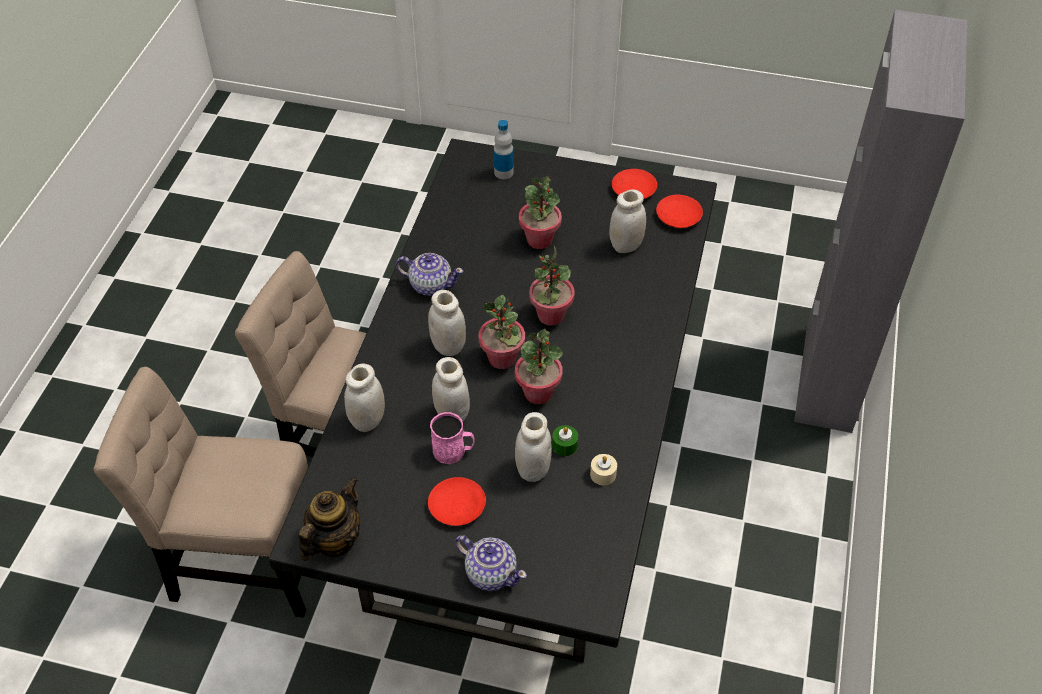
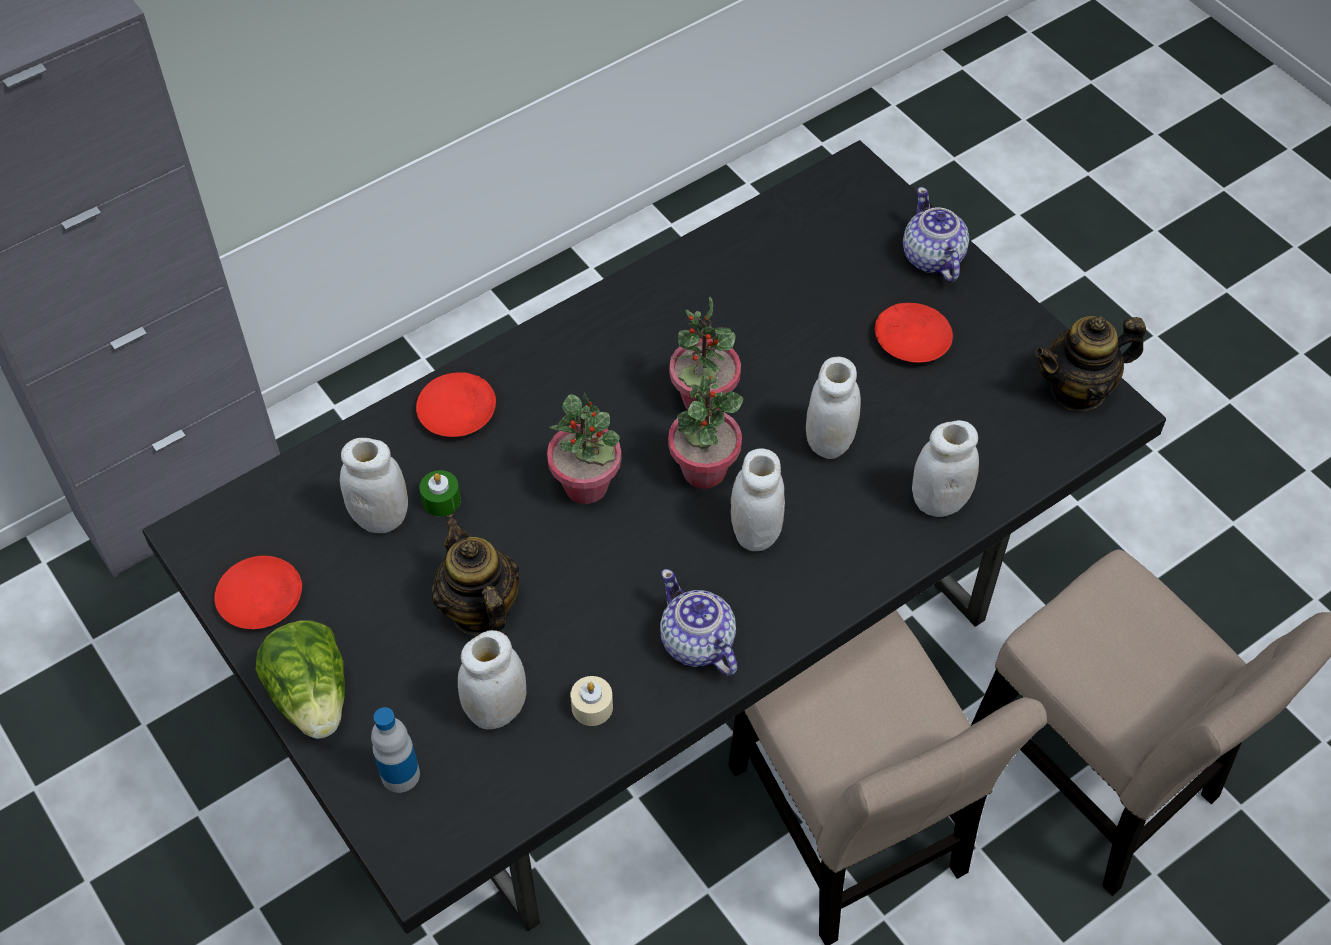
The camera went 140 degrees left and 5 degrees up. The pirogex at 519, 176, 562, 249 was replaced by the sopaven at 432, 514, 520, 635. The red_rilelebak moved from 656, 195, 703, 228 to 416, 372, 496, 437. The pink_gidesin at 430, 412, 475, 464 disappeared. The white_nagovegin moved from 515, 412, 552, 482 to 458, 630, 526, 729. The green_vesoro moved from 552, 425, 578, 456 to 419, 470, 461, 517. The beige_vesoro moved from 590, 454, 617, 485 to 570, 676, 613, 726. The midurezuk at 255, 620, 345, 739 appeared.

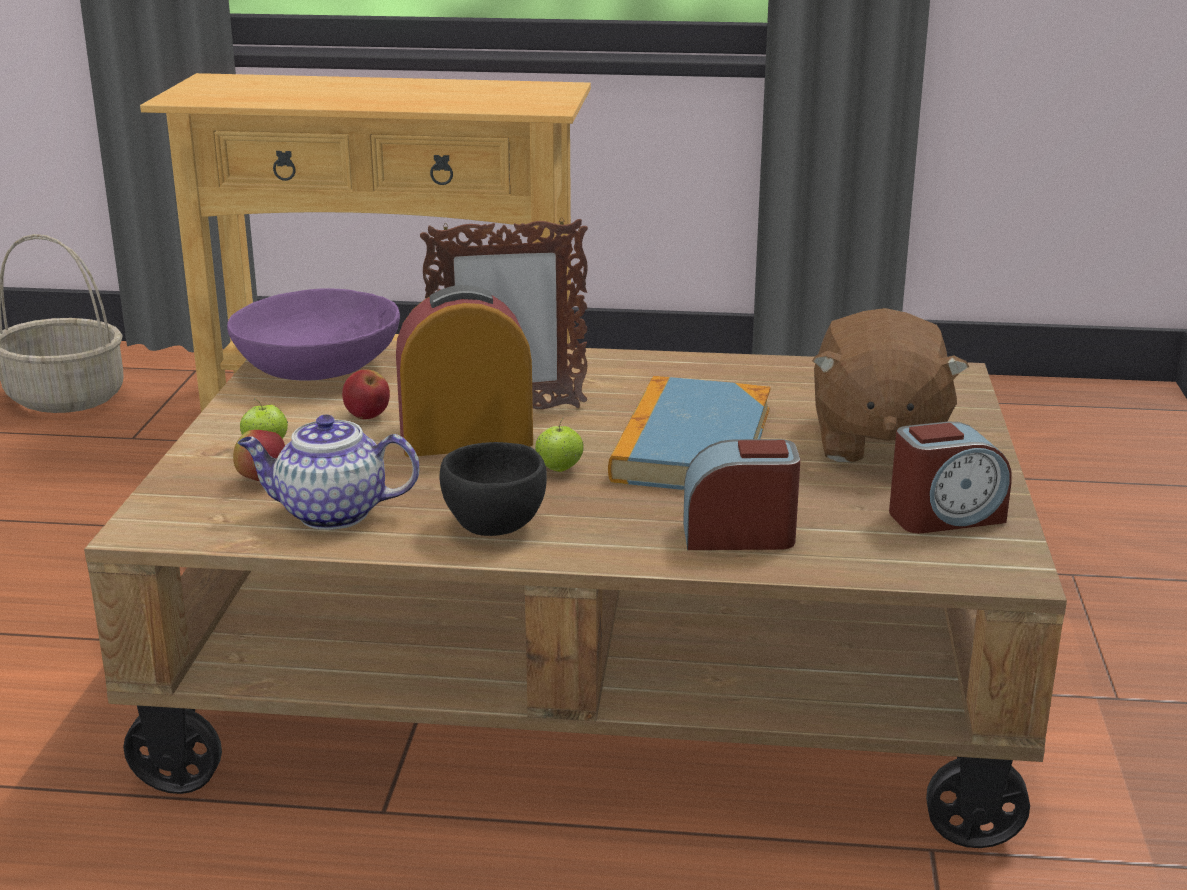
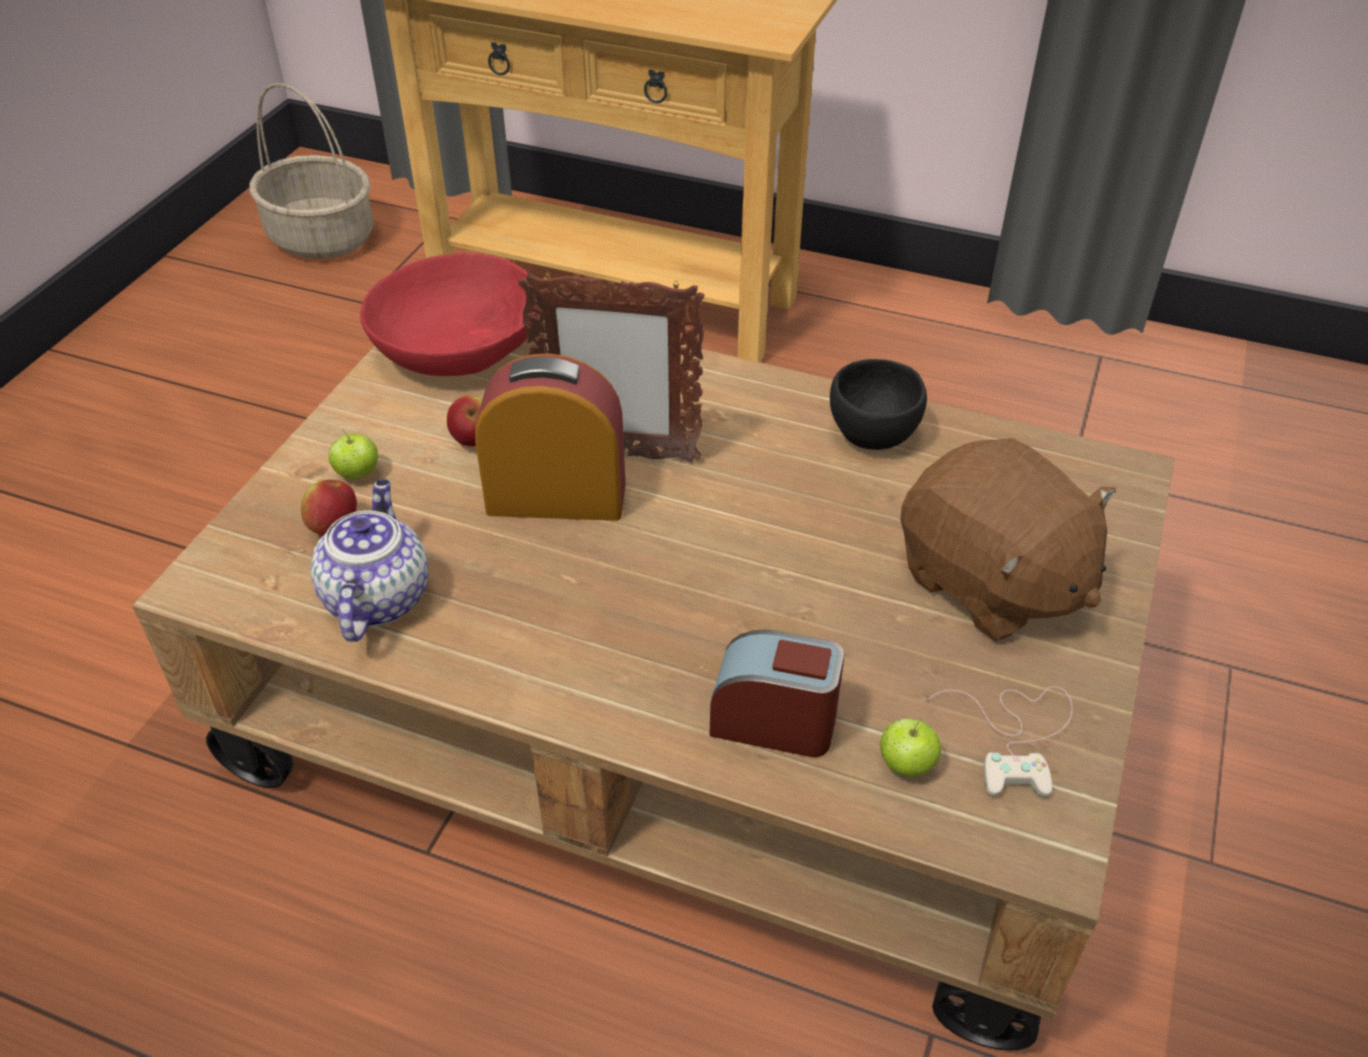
The camera went 15 degrees right and 20 degrees up. The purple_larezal at 227, 288, 400, 381 became the red_larezal at 360, 253, 538, 376. The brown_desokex at 812, 308, 969, 463 turned 60 degrees counterclockwise. The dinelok at 608, 376, 771, 490 disappeared. The sopaven at 238, 414, 419, 530 turned 75 degrees clockwise. The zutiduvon moved from 535, 418, 584, 472 to 879, 718, 941, 777. The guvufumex at 889, 422, 1012, 533 was replaced by the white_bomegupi at 929, 686, 1073, 797. The black_larezal moved from 440, 442, 547, 536 to 830, 359, 927, 450.

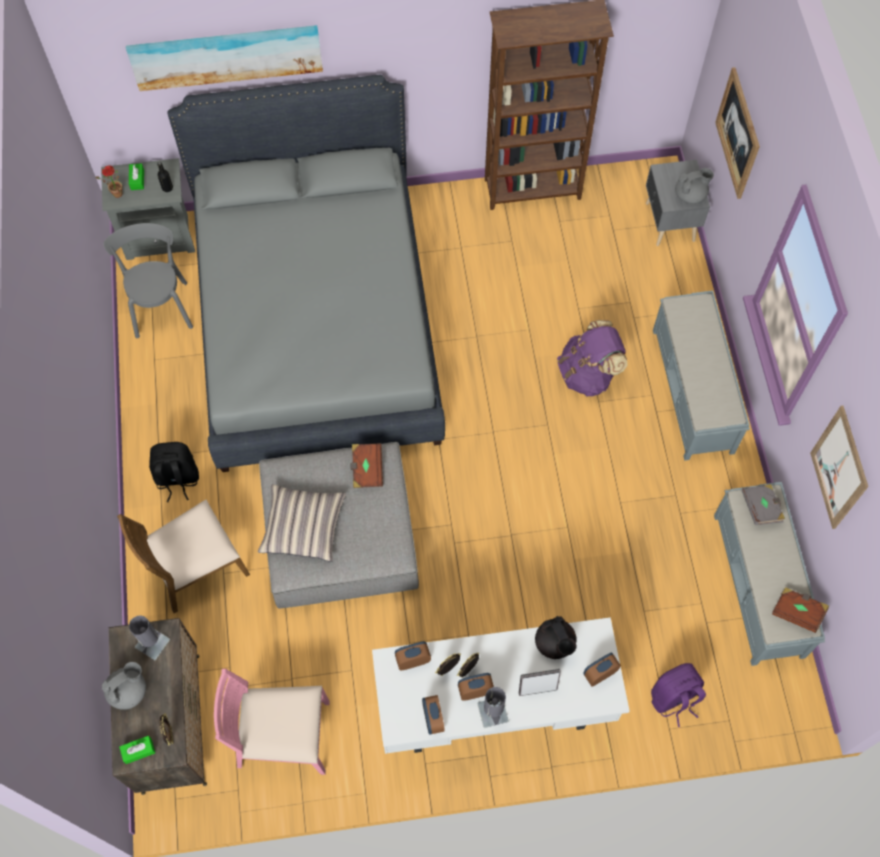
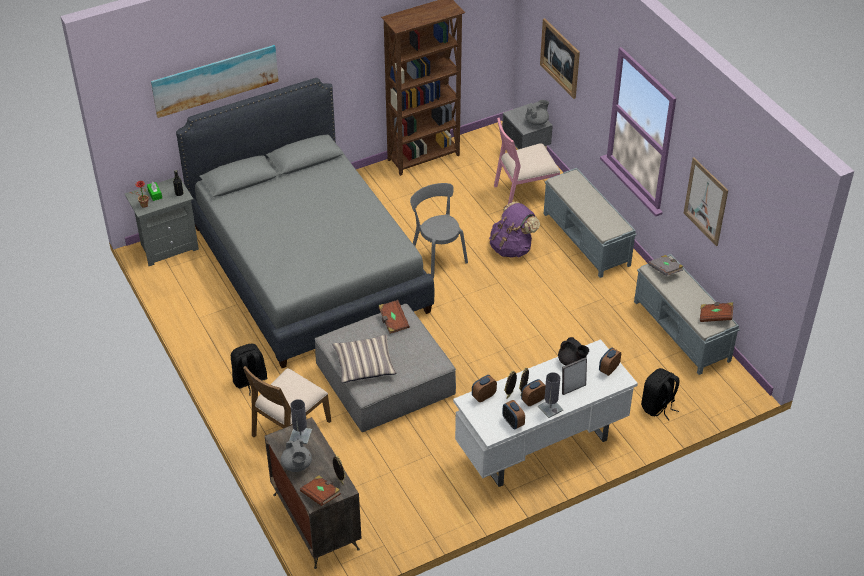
The camera went 20 degrees left and 20 degrees down. The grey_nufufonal moved from 103, 223, 193, 338 to 410, 183, 468, 278. The grey_sopaven at 102, 662, 146, 710 turned 135 degrees clockwise. The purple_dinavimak at 651, 663, 706, 727 became the black_dinavimak at 641, 368, 680, 421. The pink_nufufonal moved from 214, 669, 330, 775 to 494, 118, 560, 204. The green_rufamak at 119, 736, 155, 764 was replaced by the brown_dinelok at 300, 475, 341, 506.

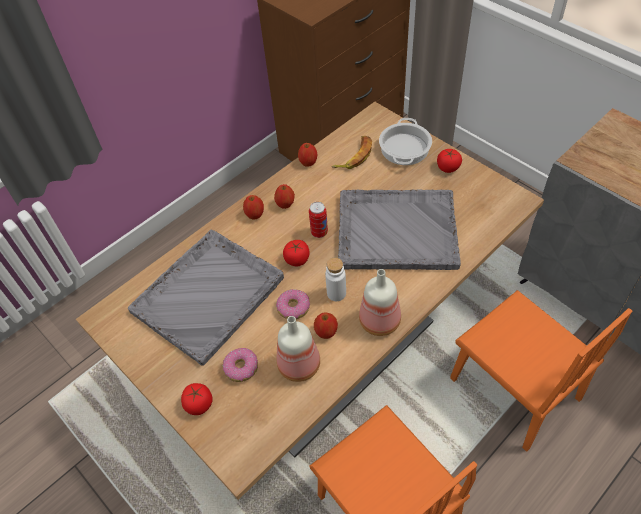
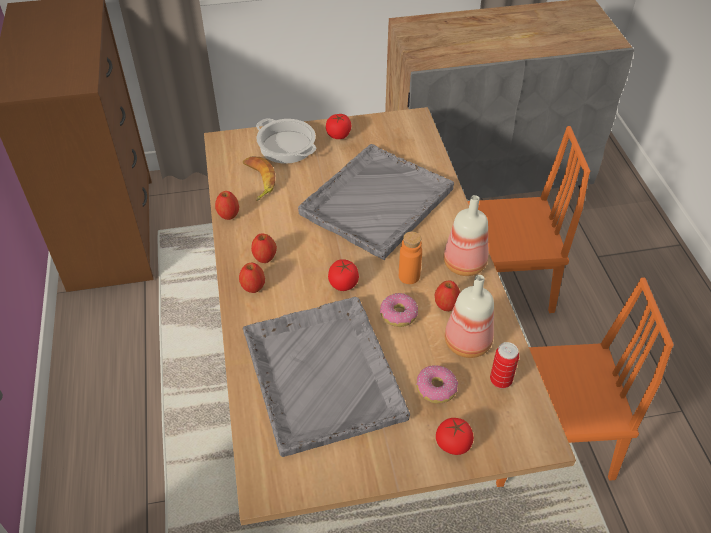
The camera went 60 degrees left and 5 degrees down. The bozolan moved from 309, 202, 328, 238 to 490, 342, 519, 388. The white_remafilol at 325, 258, 346, 301 became the orange_remafilol at 399, 231, 422, 284.

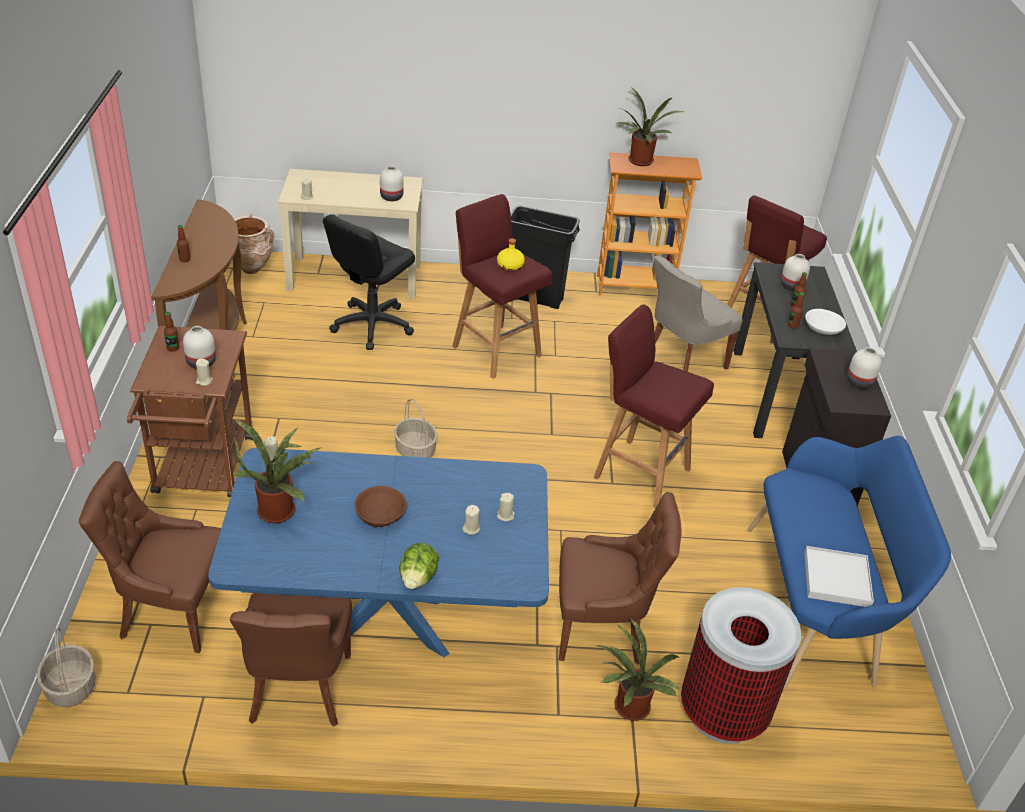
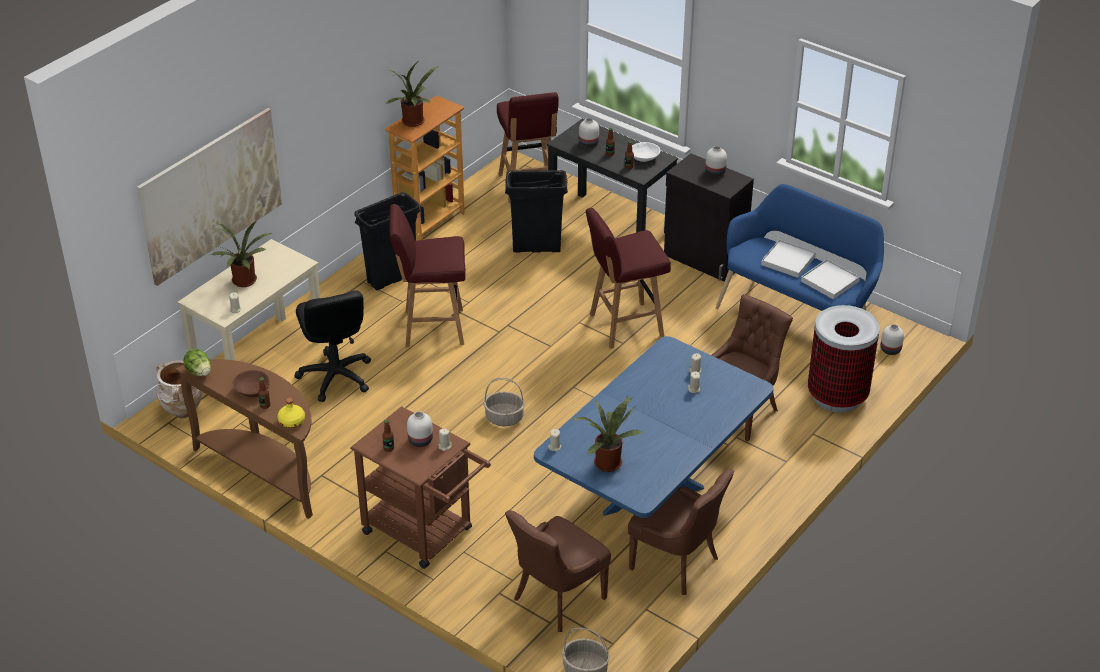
The camera went 50 degrees left and 0 degrees up. The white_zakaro moved from 380, 166, 404, 201 to 881, 324, 904, 355. The yellow_remafilol moved from 497, 238, 525, 271 to 277, 398, 305, 428. The grey_nufufonal at 653, 256, 743, 372 was replaced by the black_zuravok at 505, 170, 568, 253. The brown_larezal moved from 355, 486, 407, 527 to 233, 370, 270, 397. The midurezuk moved from 400, 543, 439, 589 to 183, 348, 211, 376. The pirogex moved from 597, 619, 680, 721 to 211, 221, 272, 287. The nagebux at 137, 108, 282, 286 appeared. The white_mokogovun at 761, 239, 816, 278 appeared.

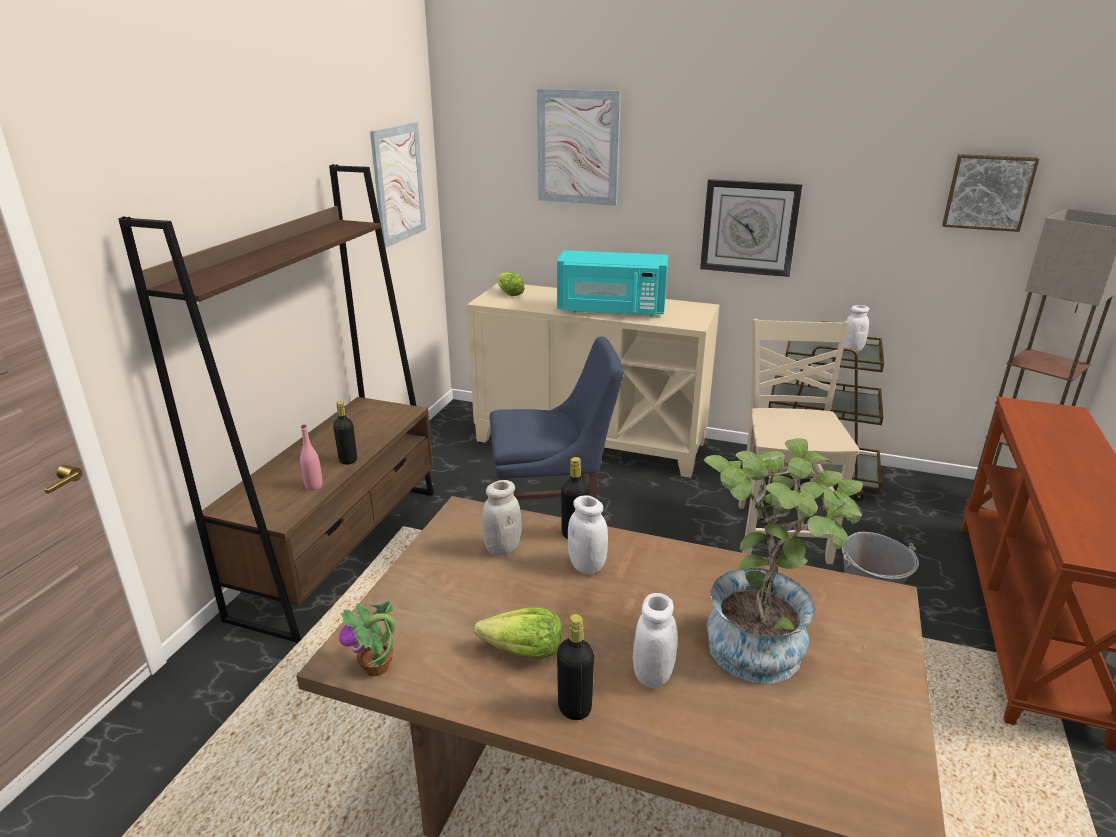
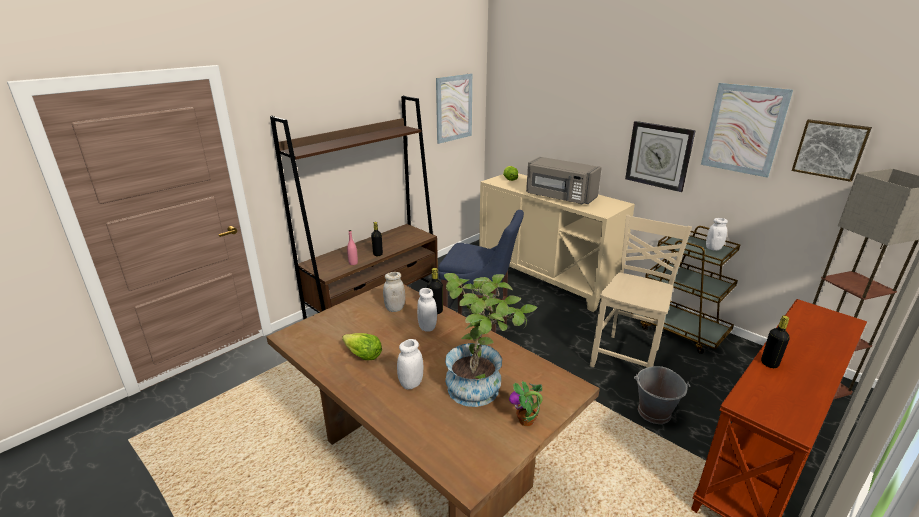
The camera went 25 degrees right and 0 degrees up. The nagebux moved from 537, 89, 621, 206 to 701, 83, 793, 178. The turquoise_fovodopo at 557, 250, 668, 316 became the grey_fovodopo at 526, 157, 602, 205. The pirogex moved from 339, 600, 396, 676 to 509, 381, 543, 426. The black_remafilol moved from 557, 614, 594, 720 to 761, 316, 790, 368.

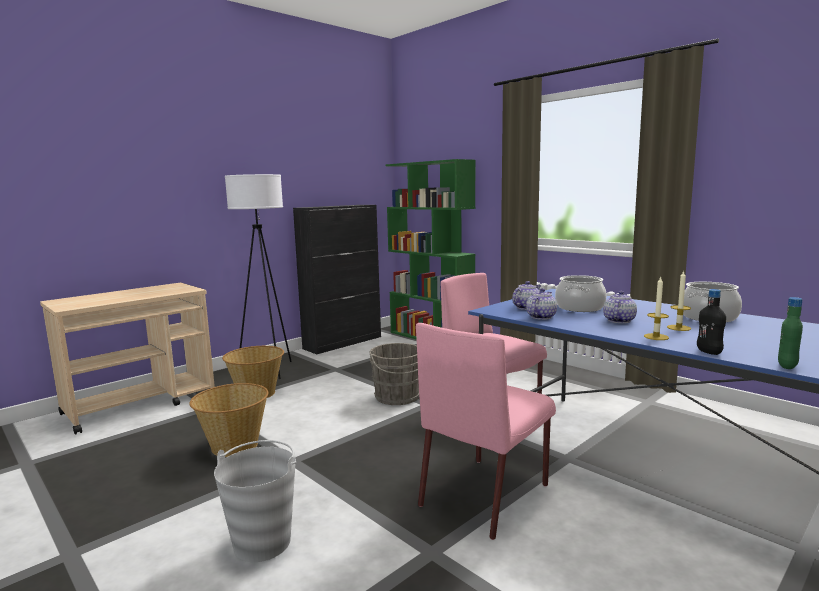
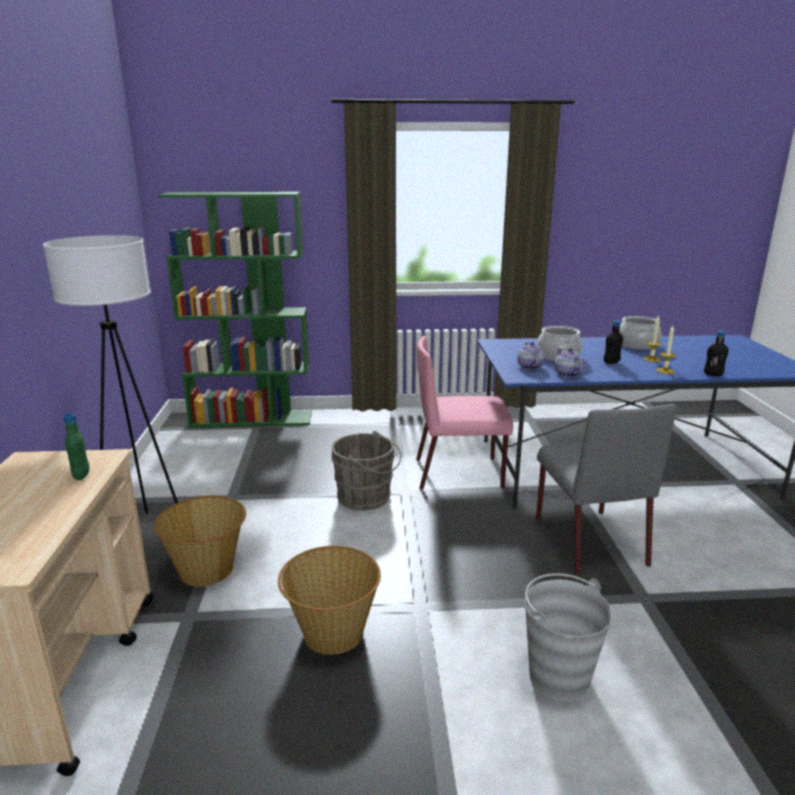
The camera went 50 degrees left and 10 degrees up. The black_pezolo at 293, 205, 381, 354 disappeared. The sopaven at 603, 291, 637, 323 was replaced by the black_remafilol at 604, 320, 623, 364. The green_remafilol moved from 778, 297, 803, 369 to 63, 413, 90, 480. The pink_nufufonal at 416, 323, 556, 540 became the grey_nufufonal at 536, 404, 677, 575.

